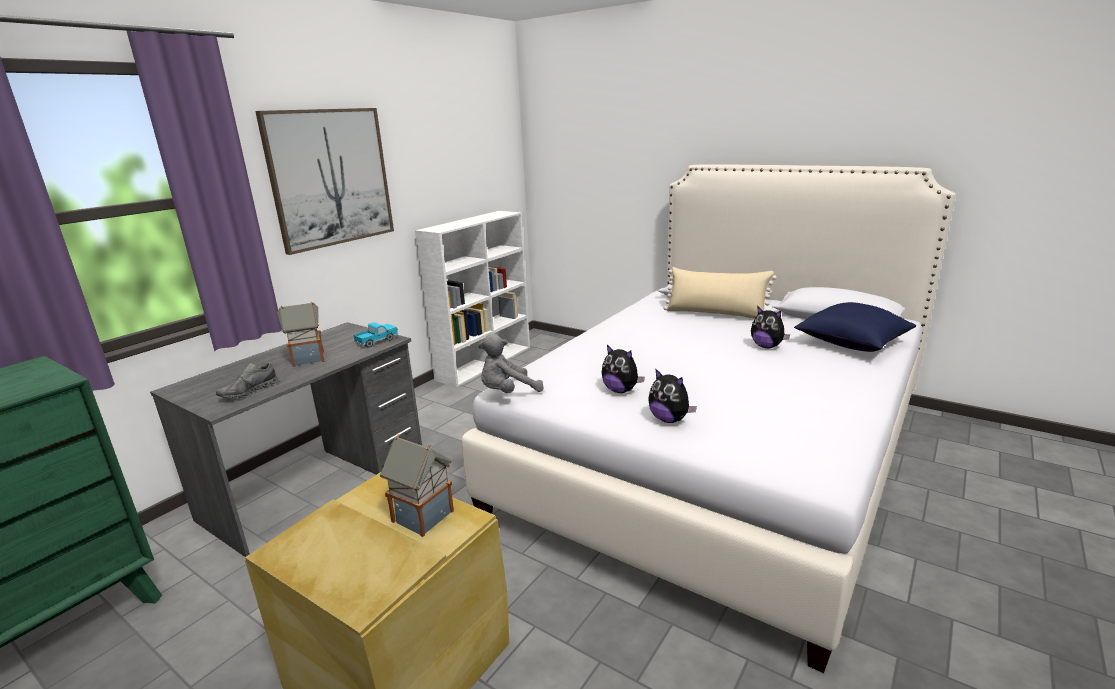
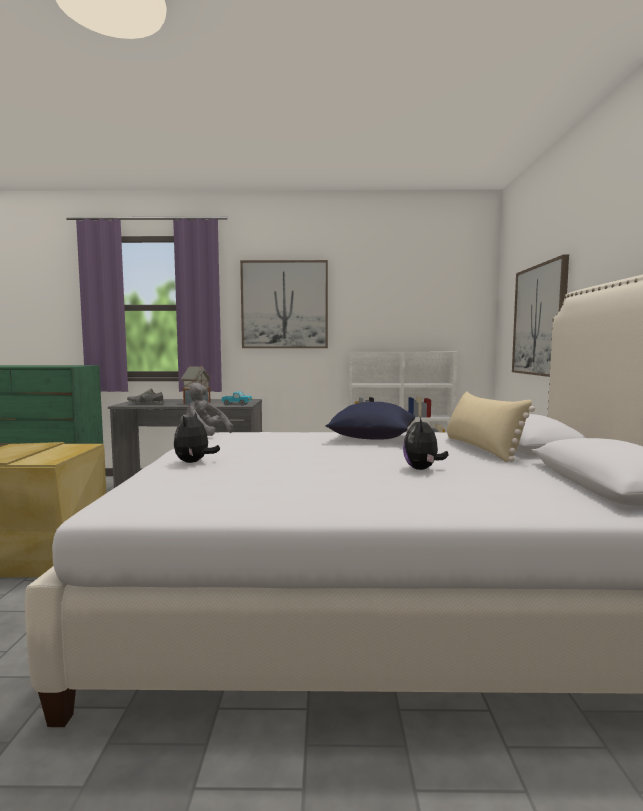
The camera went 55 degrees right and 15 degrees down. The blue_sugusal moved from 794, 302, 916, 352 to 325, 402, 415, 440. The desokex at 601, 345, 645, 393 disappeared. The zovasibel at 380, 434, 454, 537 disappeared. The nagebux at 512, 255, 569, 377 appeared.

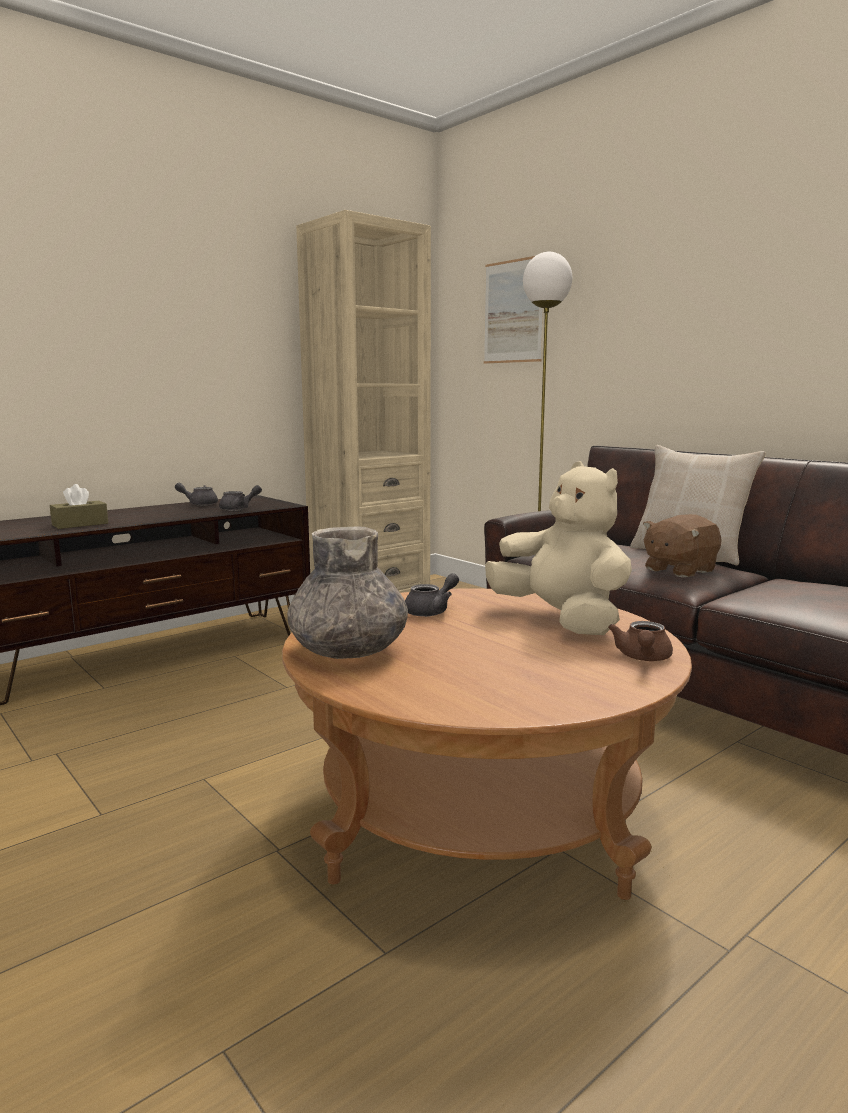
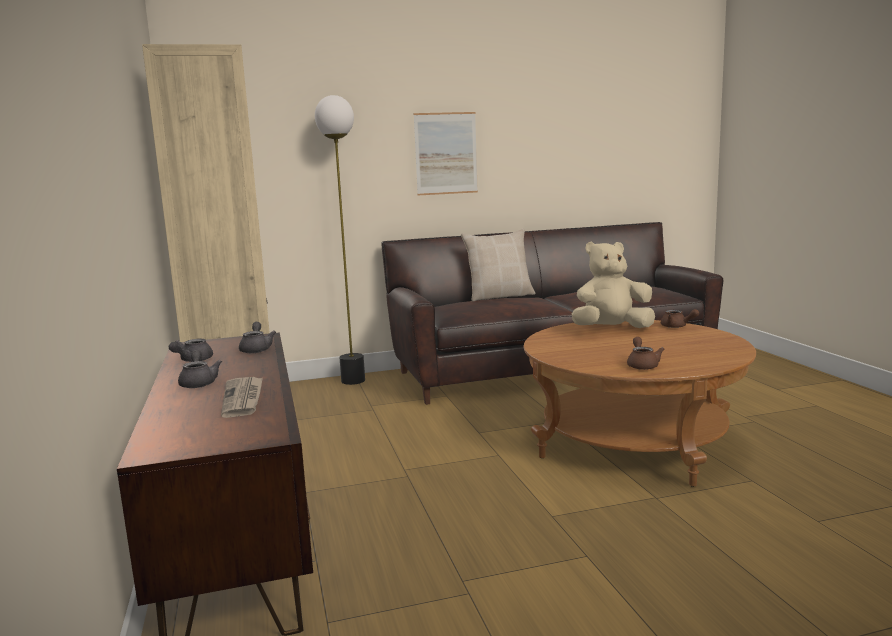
The camera went 65 degrees left and 0 degrees up. The nagebux moved from 484, 256, 543, 364 to 414, 112, 478, 196. The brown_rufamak at 50, 484, 108, 529 was replaced by the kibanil at 221, 377, 263, 418. The brown_desokex at 643, 514, 722, 578 disappeared. The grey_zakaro at 287, 527, 408, 659 was replaced by the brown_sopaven at 627, 337, 664, 370. The grey_sopaven moved from 405, 573, 459, 617 to 178, 350, 222, 388.

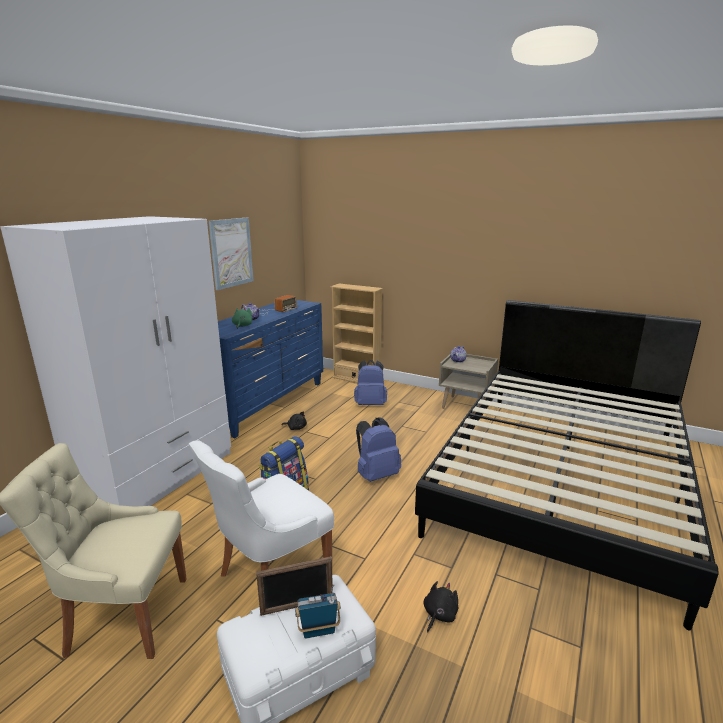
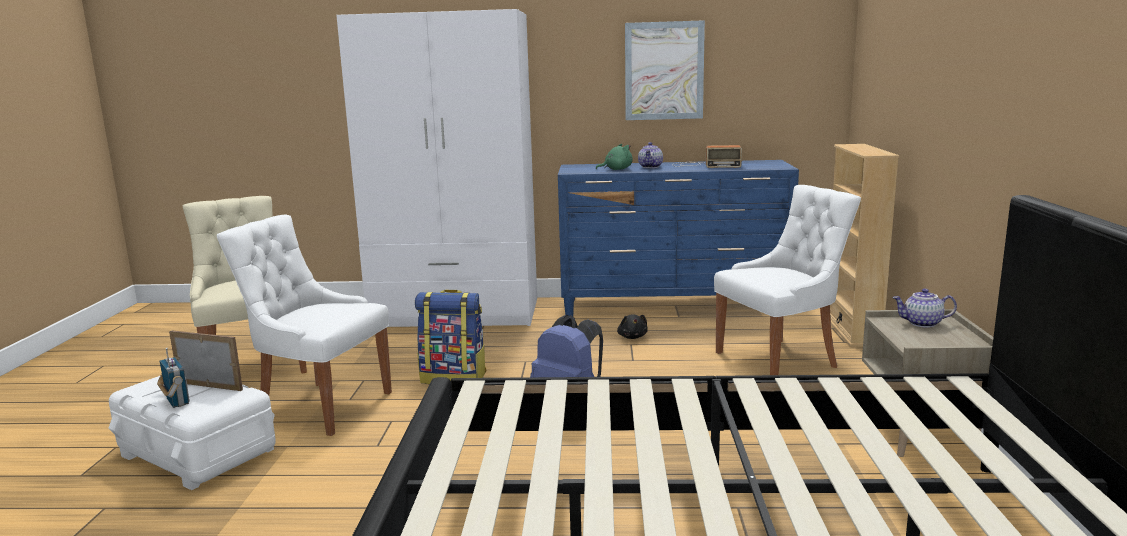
The camera went 65 degrees right and 5 degrees down. The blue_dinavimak at 354, 360, 387, 405 was replaced by the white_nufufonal at 714, 185, 861, 375. The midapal at 256, 556, 333, 616 turned 150 degrees clockwise. The black_desokex at 424, 581, 458, 633 disappeared.

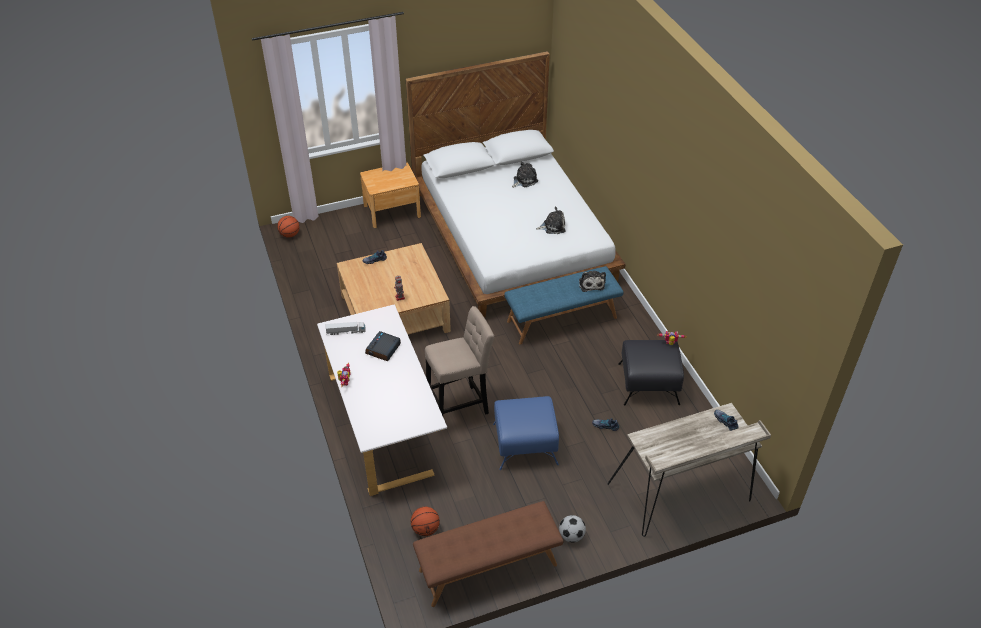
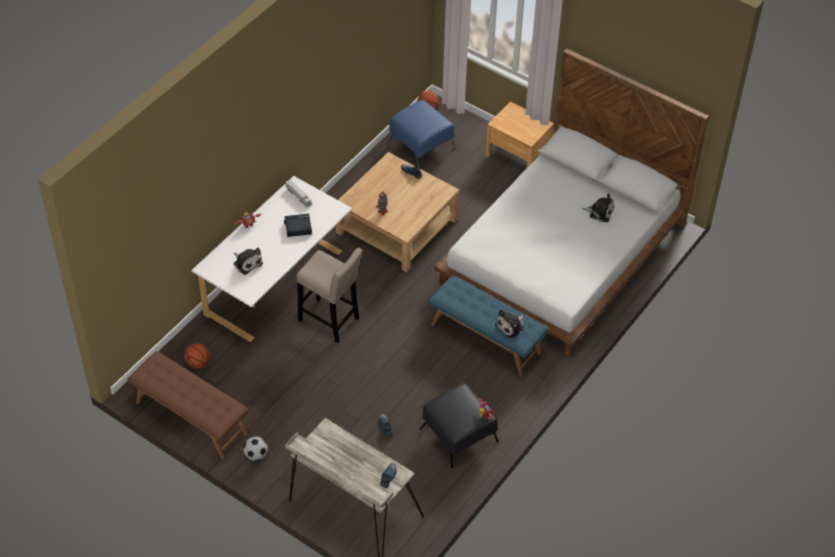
The camera went 55 degrees right and 5 degrees up. The desokex moved from 536, 207, 566, 234 to 234, 247, 263, 275. The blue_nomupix moved from 493, 396, 559, 470 to 387, 100, 455, 168.

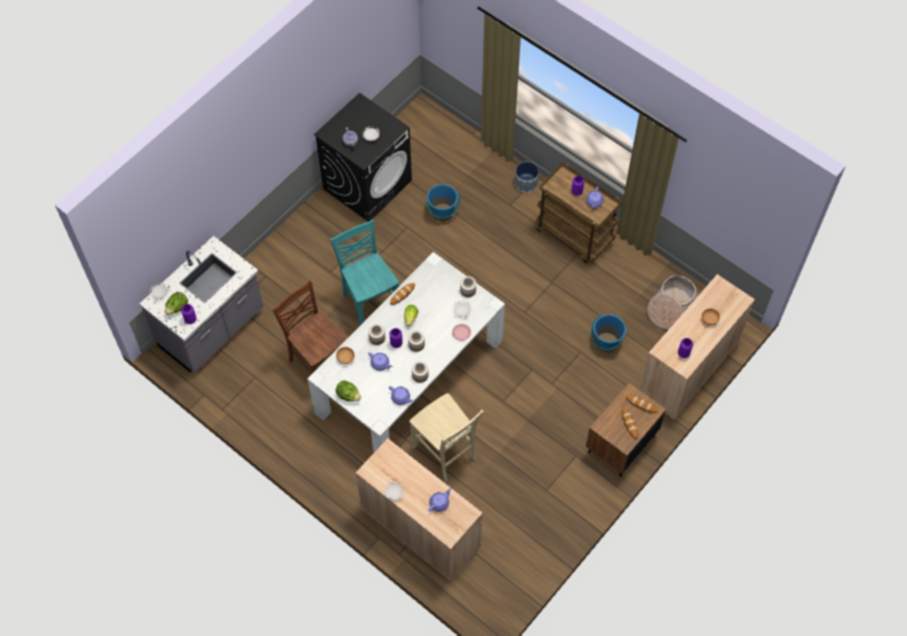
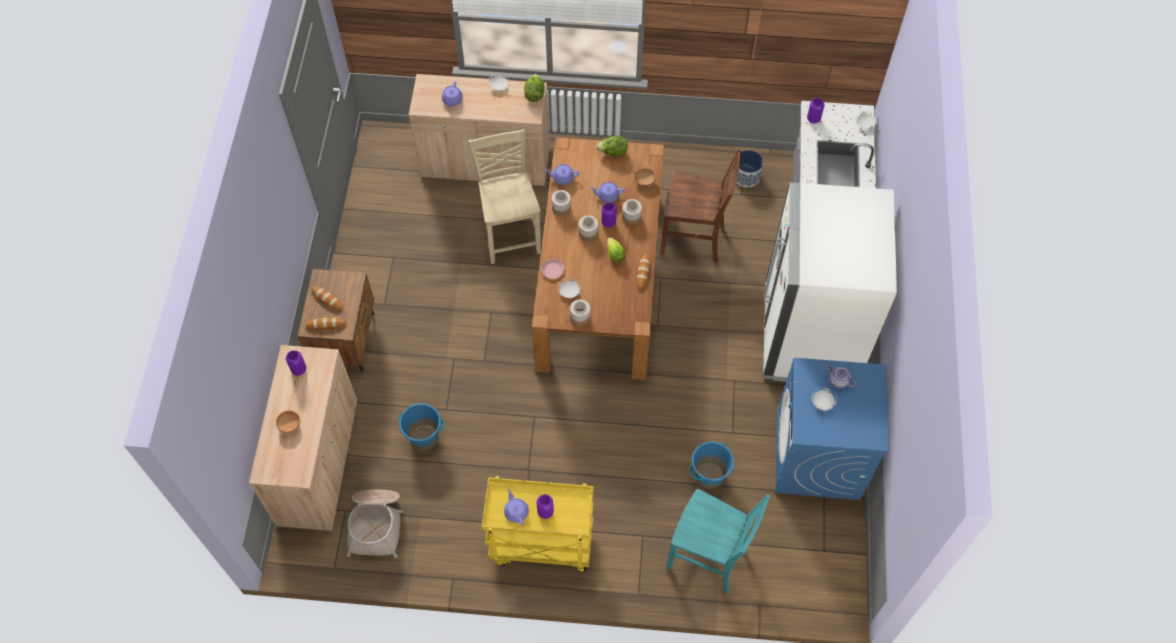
The camera went 145 degrees right and 0 degrees up. The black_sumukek at 314, 93, 412, 222 became the blue_sumukek at 775, 358, 889, 500. The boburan moved from 515, 162, 539, 192 to 733, 150, 764, 187. The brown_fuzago at 536, 162, 622, 263 became the yellow_fuzago at 482, 476, 593, 572. The turquoise_nufufonal moved from 330, 219, 399, 326 to 666, 489, 770, 594. The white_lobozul at 307, 252, 505, 453 became the brown_lobozul at 532, 137, 664, 380. The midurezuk moved from 165, 292, 188, 315 to 524, 74, 545, 102. The beige_nufufonal at 410, 393, 484, 482 turned 60 degrees clockwise. The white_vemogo at 763, 182, 897, 382 appeared.

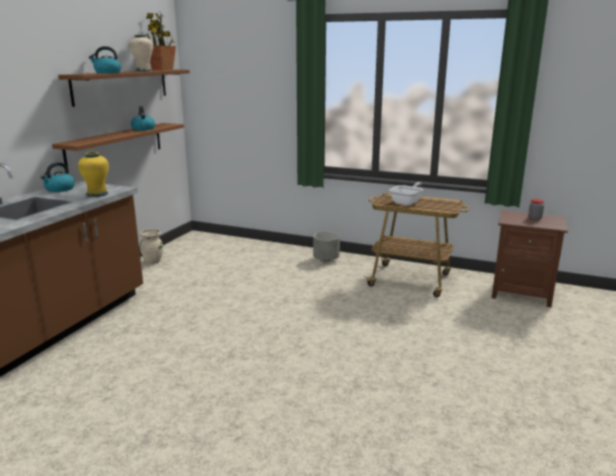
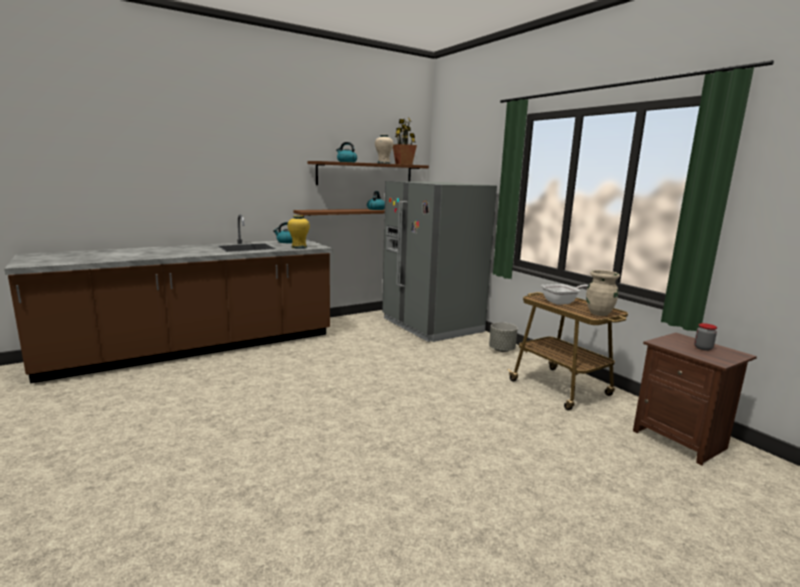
The camera went 35 degrees right and 5 degrees down. The beige_zakaro moved from 139, 229, 163, 264 to 586, 270, 620, 316. The grey_vemogo at 382, 181, 497, 342 appeared.

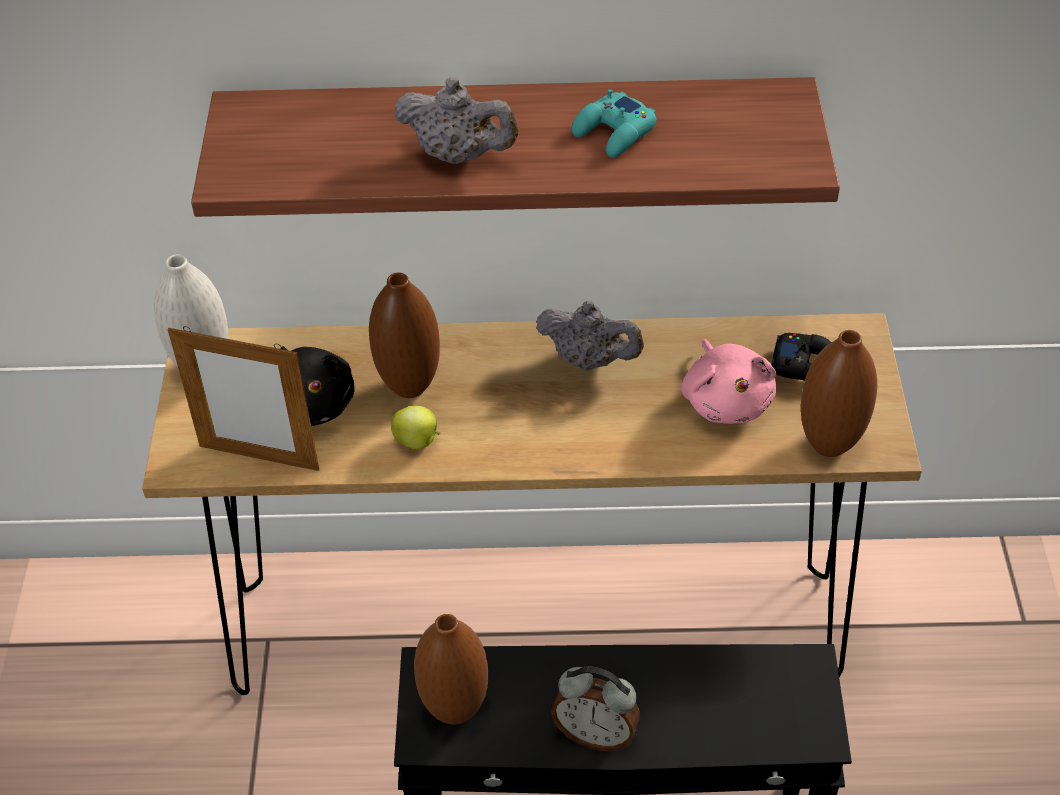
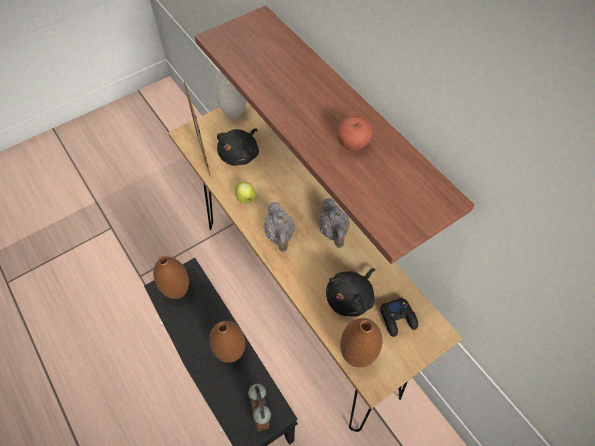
The camera went 55 degrees right and 10 degrees up. The grey_sopaven moved from 394, 77, 518, 164 to 263, 202, 295, 252. The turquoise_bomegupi at 572, 89, 656, 158 was replaced by the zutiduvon at 337, 116, 372, 151. The brown_zakaro moved from 369, 272, 440, 398 to 209, 321, 245, 363. The pink_desokex at 681, 339, 776, 424 became the black_desokex at 326, 268, 375, 317. The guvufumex moved from 551, 666, 640, 751 to 248, 384, 271, 432.

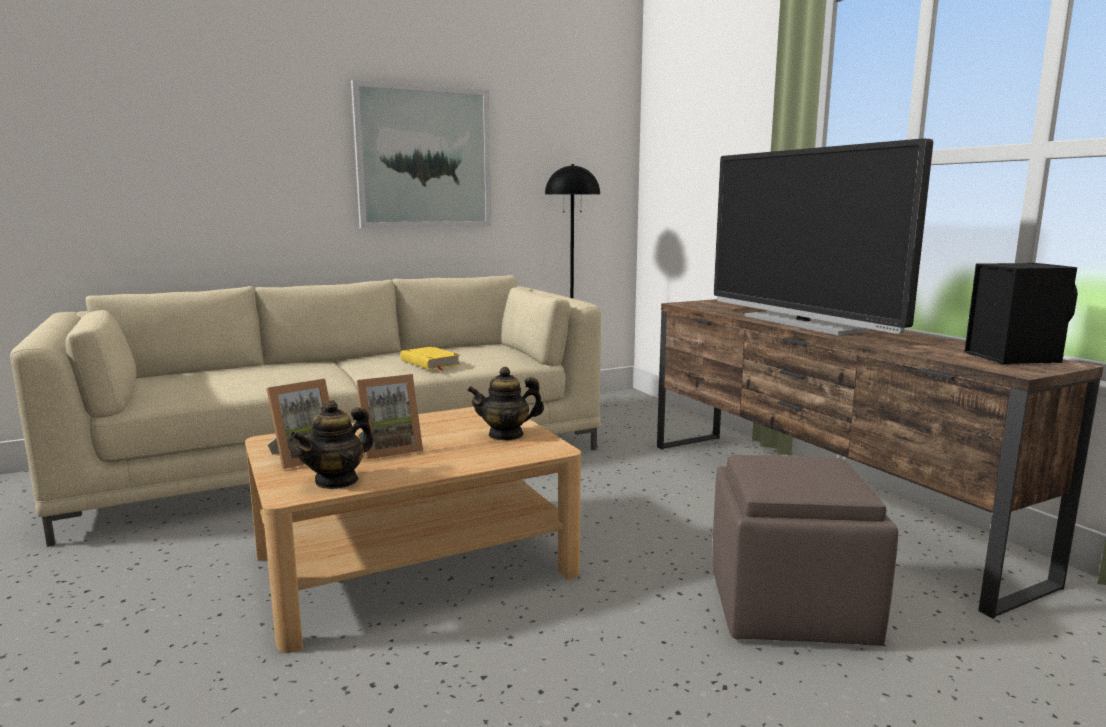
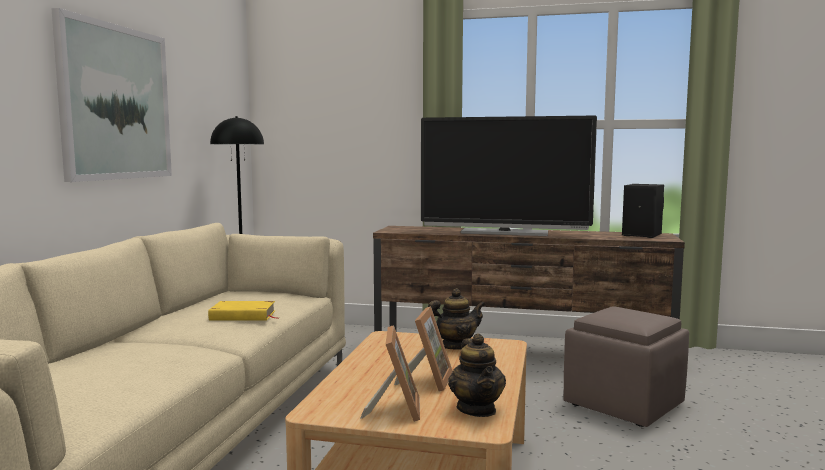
The camera went 50 degrees left and 5 degrees down. The sopaven at 467, 367, 544, 441 turned 135 degrees counterclockwise.

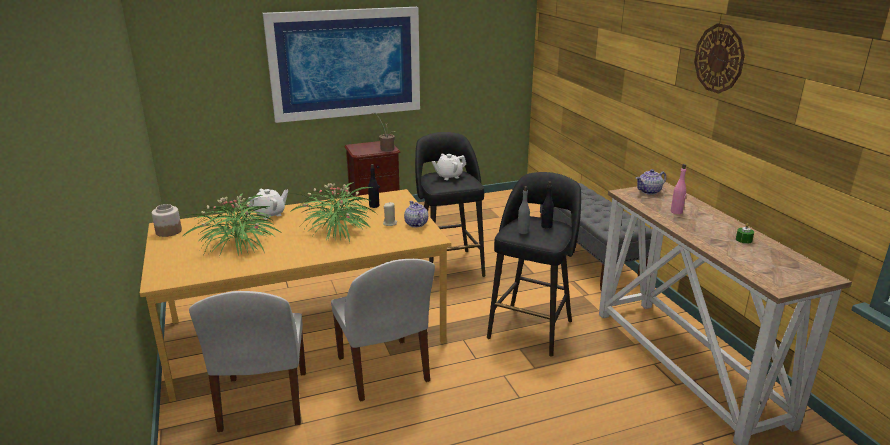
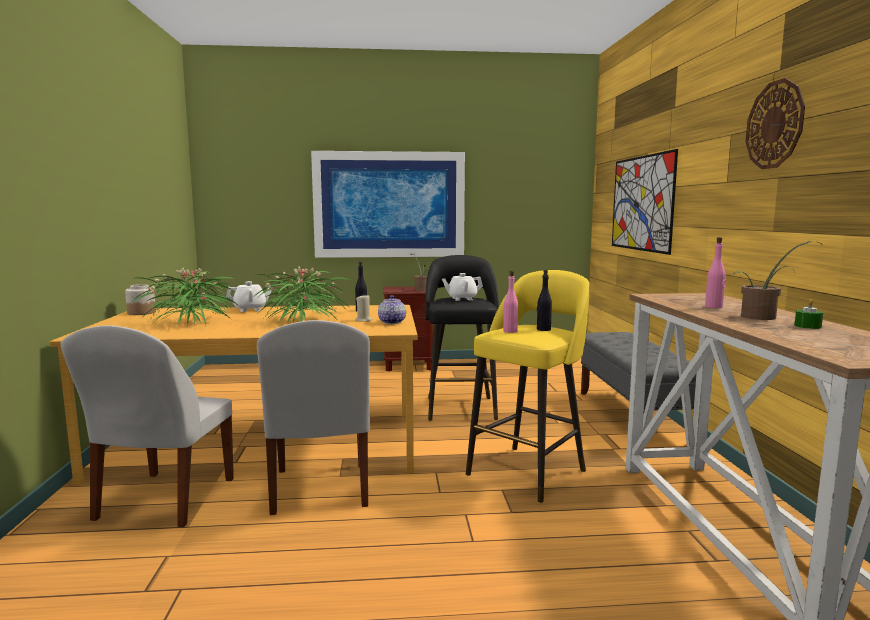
The camera went 15 degrees right and 15 degrees down. The sopaven at 636, 169, 666, 195 disappeared. The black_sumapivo at 487, 172, 581, 357 became the yellow_sumapivo at 466, 270, 589, 503. The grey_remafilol at 517, 186, 530, 234 became the pink_remafilol at 503, 271, 518, 333. The nagebux at 612, 149, 678, 255 appeared. The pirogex at 733, 241, 821, 320 appeared.

